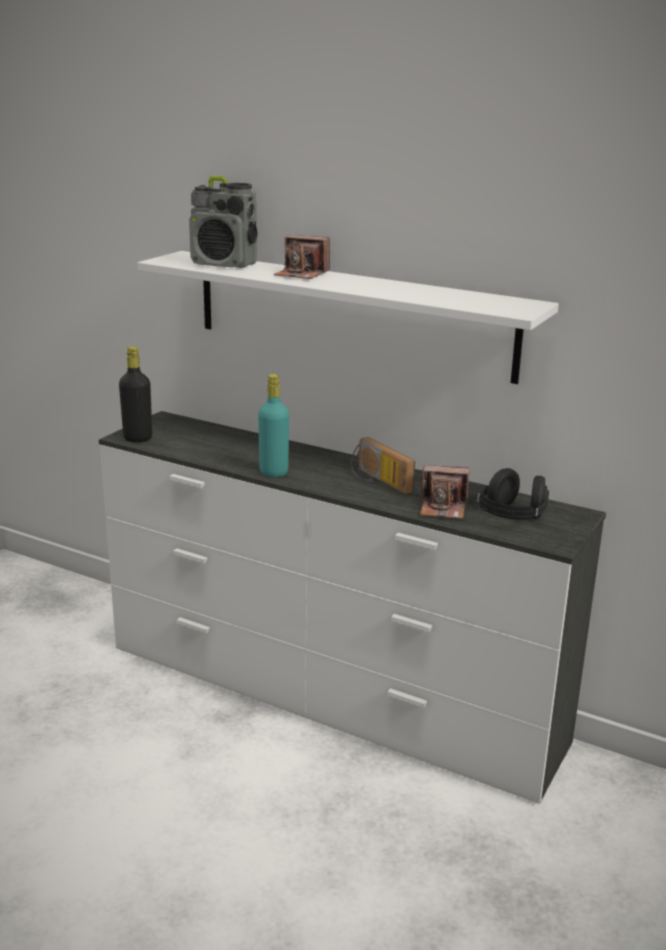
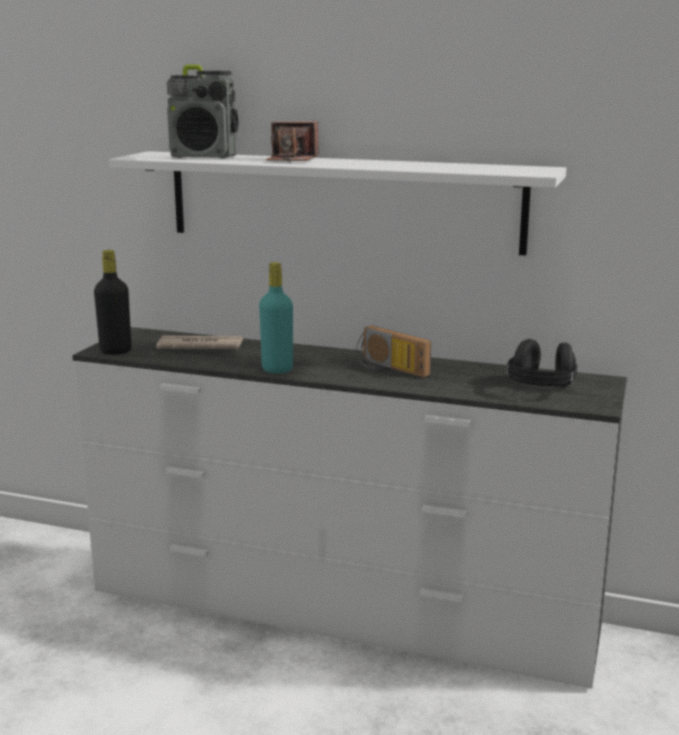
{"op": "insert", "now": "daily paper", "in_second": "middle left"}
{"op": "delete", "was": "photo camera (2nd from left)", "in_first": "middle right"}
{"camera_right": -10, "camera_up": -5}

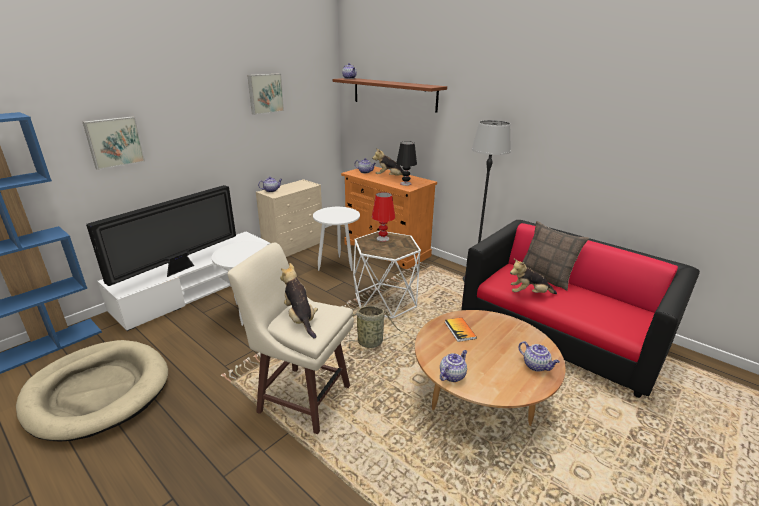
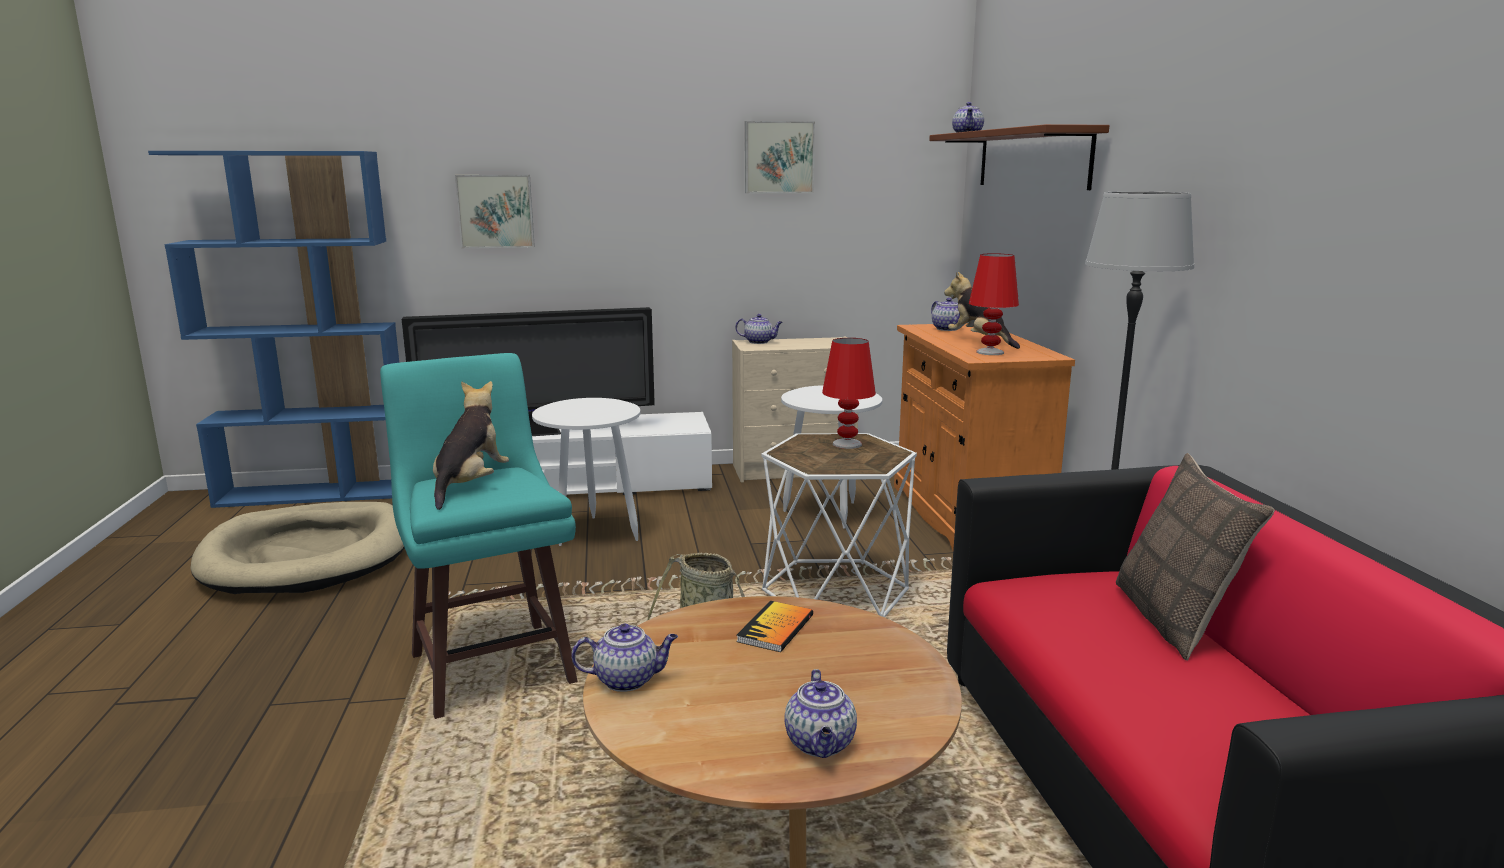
{"op": "recolor", "was": "stool seat (sand-coloured)", "now": "stool seat (blue-green)", "in_first": "bottom centre", "in_second": "middle left"}
{"op": "recolor", "was": "tabletop lamp (blackish)", "now": "tabletop lamp (reddish) (2nd from left)", "in_first": "top centre", "in_second": "centre"}
{"op": "delete", "was": "plush toy (3rd from left)", "in_first": "middle right"}
{"camera_right": 40, "camera_up": -10}

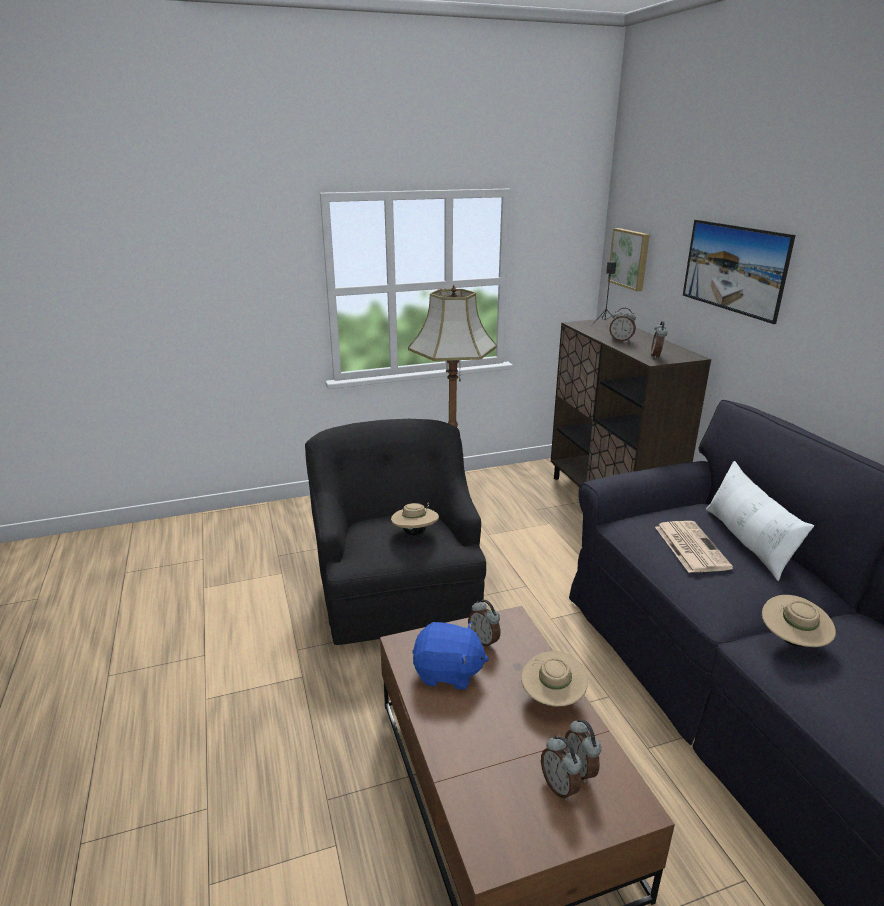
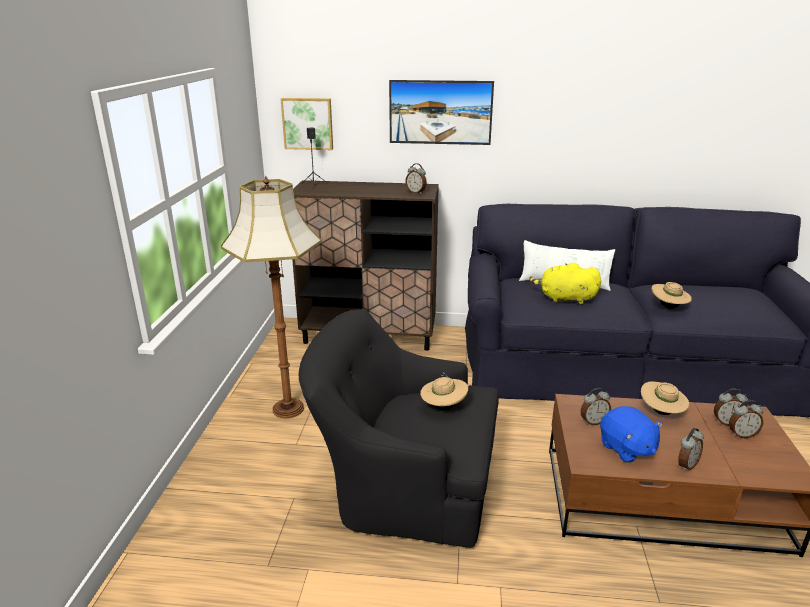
{"op": "replace", "was": "daily paper", "now": "plush toy (yellowish)", "in_first": "middle right", "in_second": "middle right"}
{"op": "rotate", "was": "plush toy (bluish)", "in_first": "bottom centre", "in_second": "bottom right", "clockwise": 120}
{"op": "move", "was": "alarm clock (4th from left in the first image)", "now": "alarm clock (3rd from left)", "in_first": "middle right", "in_second": "bottom right"}
{"camera_right": -65, "camera_up": 0}

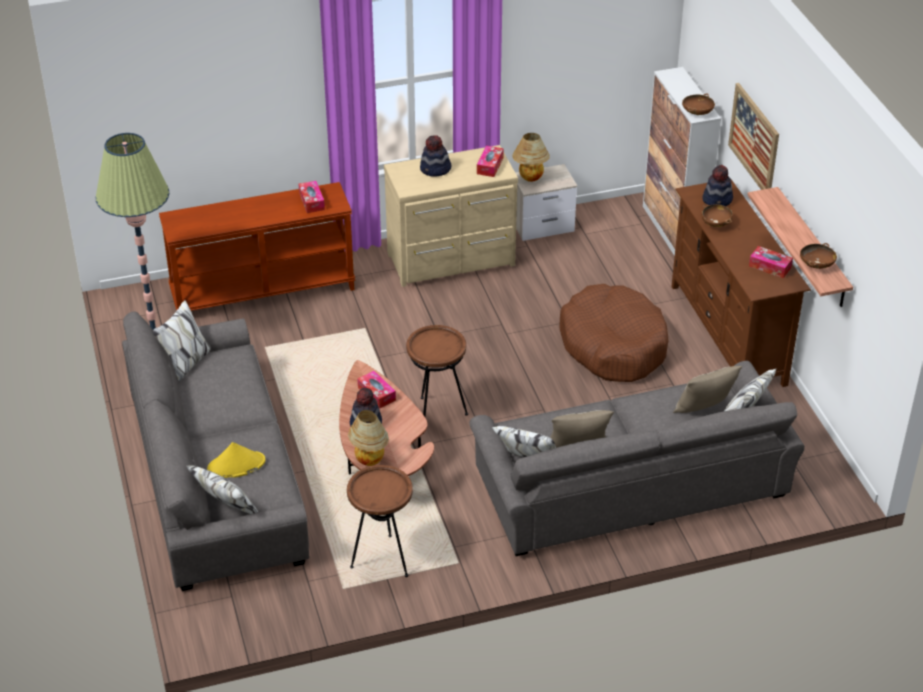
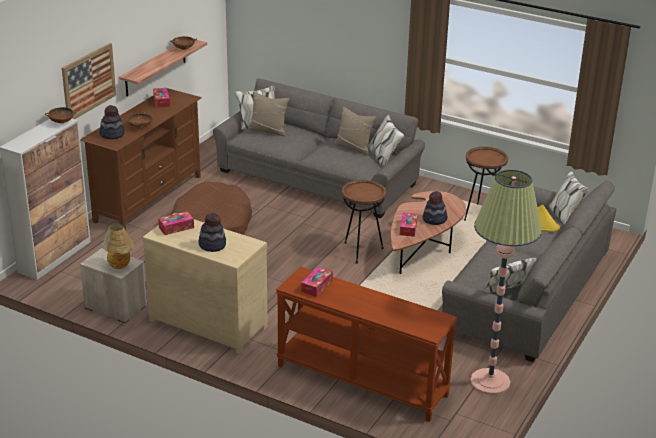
{"op": "delete", "was": "tabletop lamp (1st from left)", "in_first": "centre"}
{"camera_right": -135, "camera_up": -10}

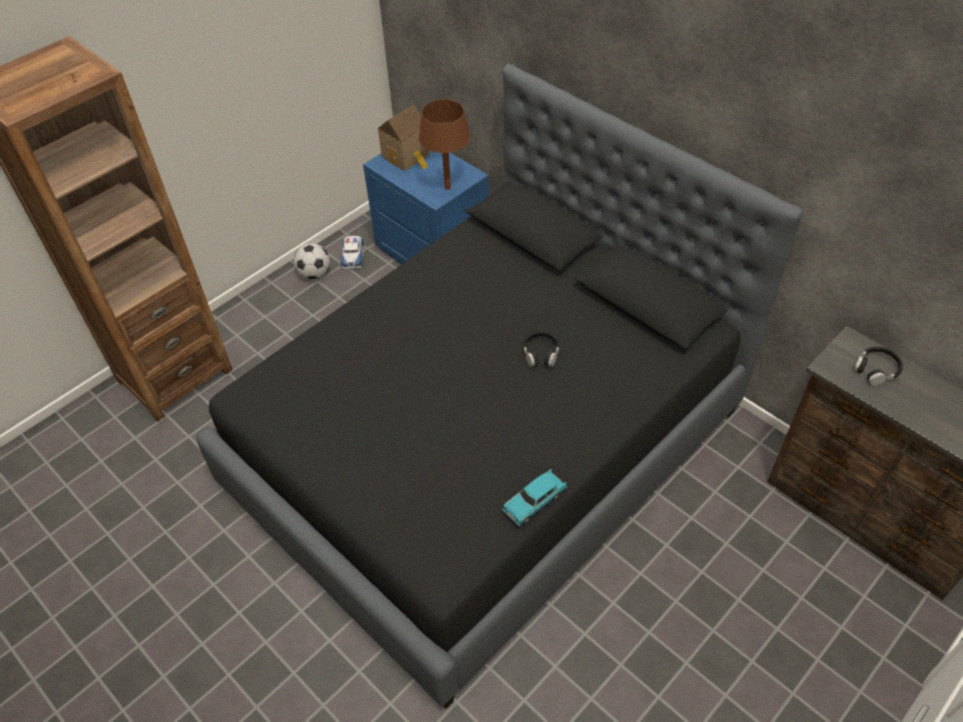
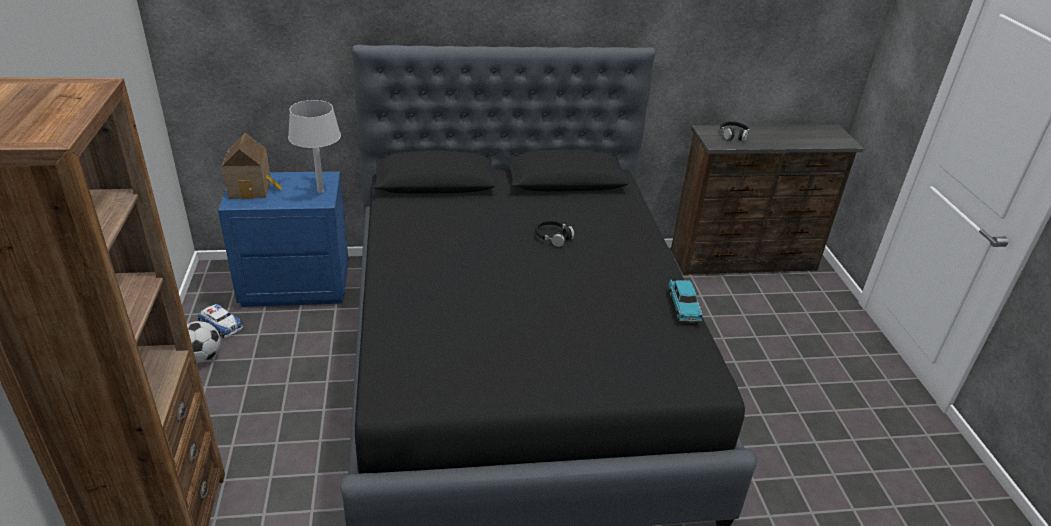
{"op": "recolor", "was": "tabletop lamp (brown)", "now": "tabletop lamp (grey)", "in_first": "top centre", "in_second": "top left"}
{"camera_right": -55, "camera_up": -15}

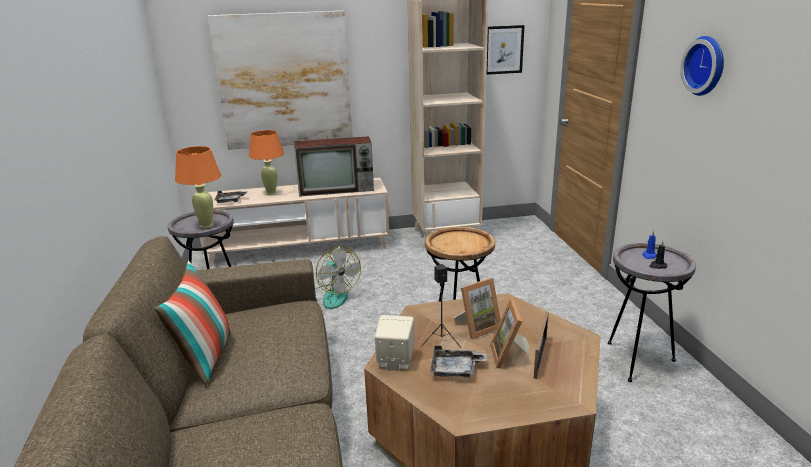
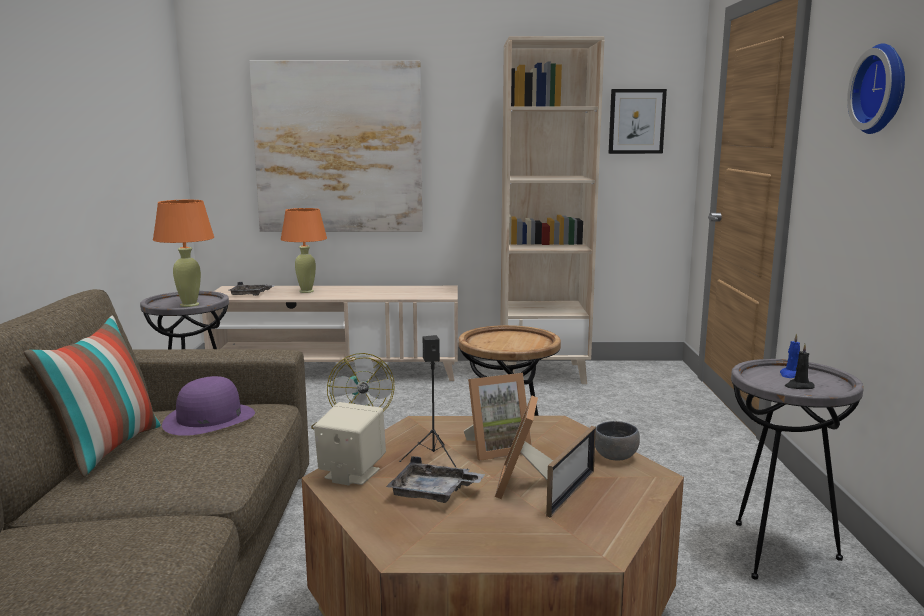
{"op": "insert", "now": "hat (purple-coloured)", "in_second": "middle left"}
{"op": "insert", "now": "serving bowl (grey)", "in_second": "bottom right"}
{"op": "delete", "was": "television", "in_first": "centre"}
{"camera_right": 10, "camera_up": -10}

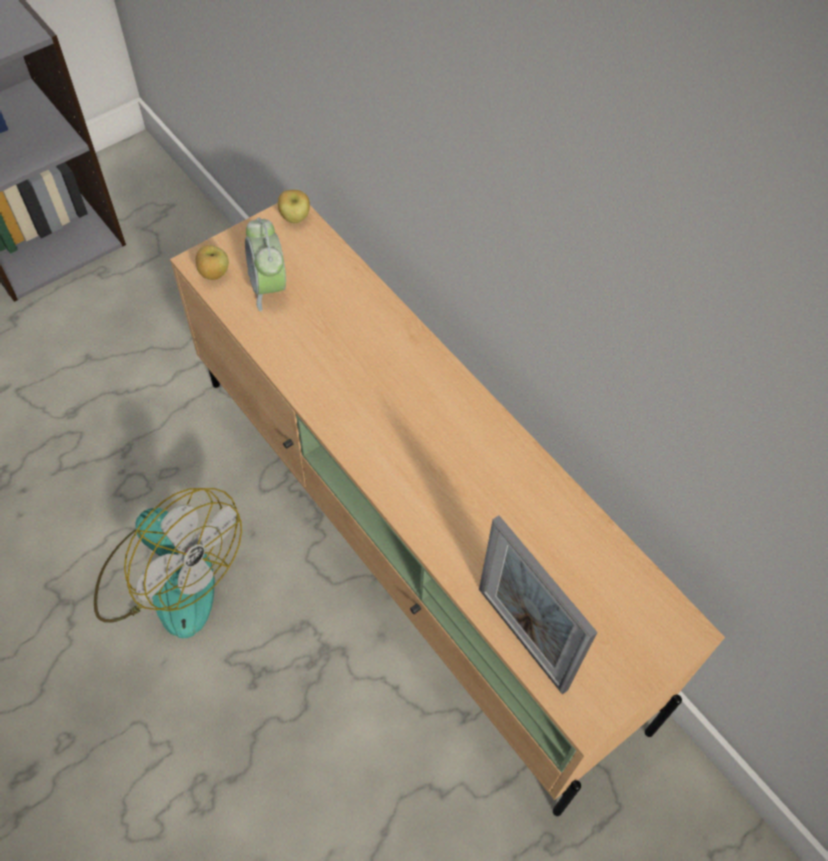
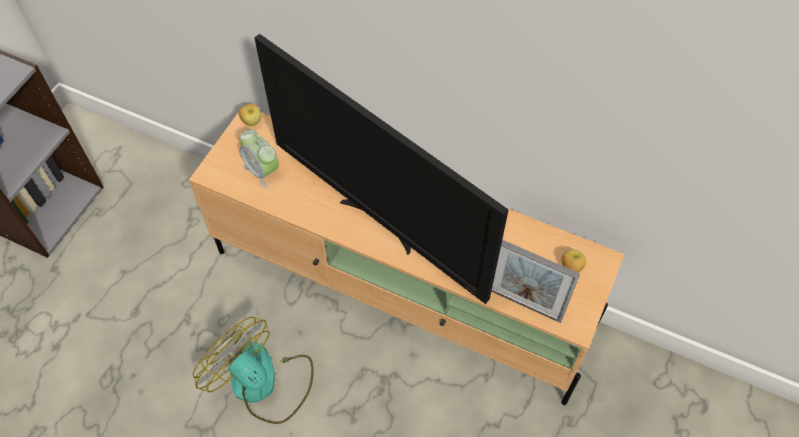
{"op": "rotate", "was": "fan", "in_first": "middle left", "in_second": "bottom left", "clockwise": -150}
{"op": "insert", "now": "television", "in_second": "centre"}
{"op": "move", "was": "apple (1st from left in the first image)", "now": "apple (2nd from left)", "in_first": "top left", "in_second": "middle right"}
{"camera_right": -25, "camera_up": 0}

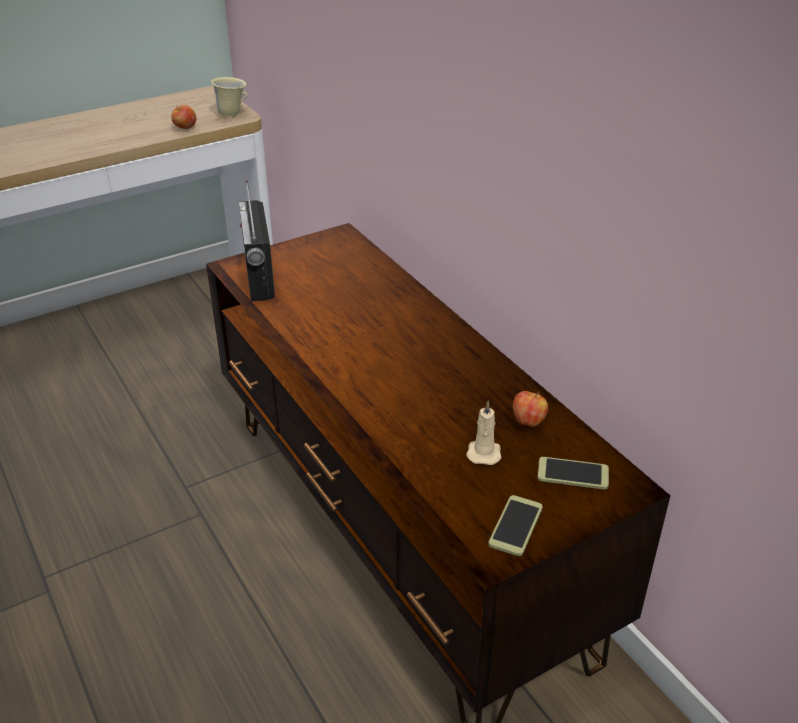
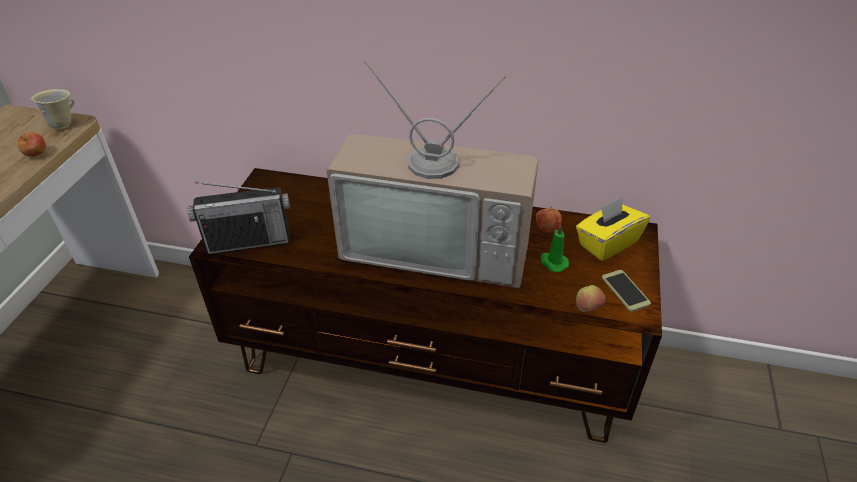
{"op": "rotate", "was": "radio receiver", "in_first": "middle left", "in_second": "middle left", "clockwise": -45}
{"op": "insert", "now": "television", "in_second": "centre"}
{"op": "recolor", "was": "candle (sand-coloured)", "now": "candle (green-coloured)", "in_first": "centre", "in_second": "centre"}
{"op": "replace", "was": "handset (2nd from left)", "now": "box of tissues (yellowish)", "in_first": "middle right", "in_second": "middle right"}
{"op": "insert", "now": "apple (3rd from left)", "in_second": "middle right"}
{"camera_right": -45, "camera_up": 5}

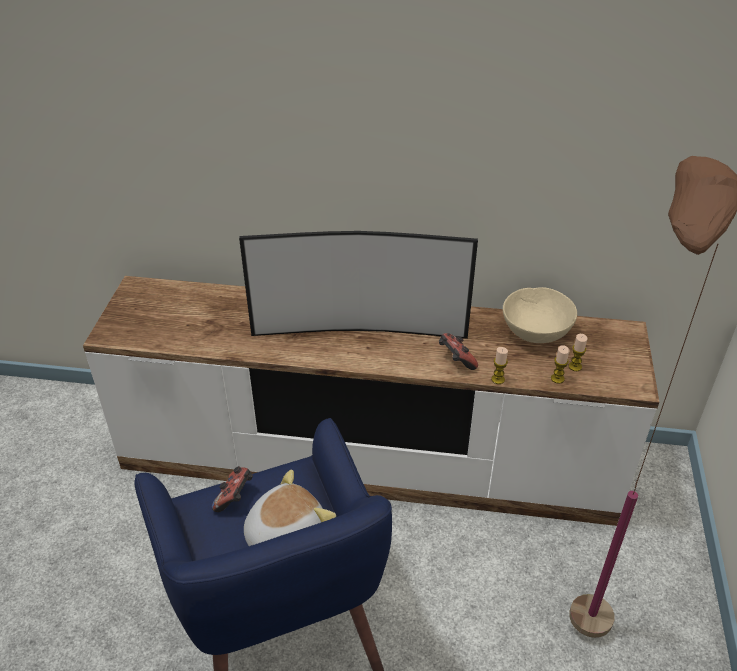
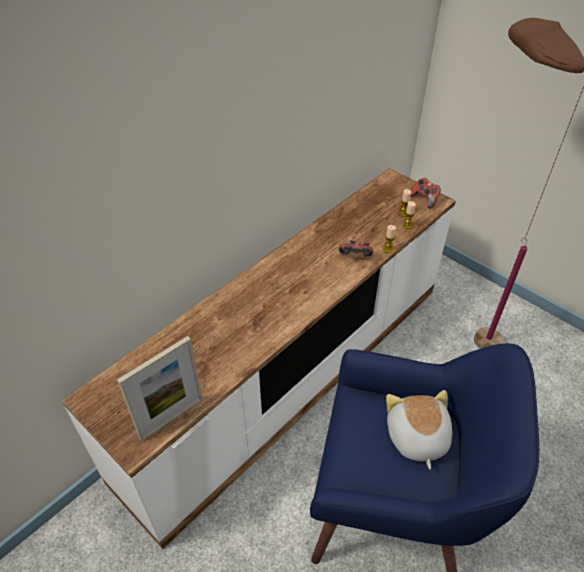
{"op": "insert", "now": "photo frame", "in_second": "bottom left"}
{"op": "move", "was": "game controller (1st from left in the first image)", "now": "game controller (2nd from left)", "in_first": "bottom left", "in_second": "middle right"}
{"op": "delete", "was": "television", "in_first": "centre"}
{"op": "delete", "was": "serving bowl (sand-coloured)", "in_first": "middle right"}
{"camera_right": -55, "camera_up": 5}

